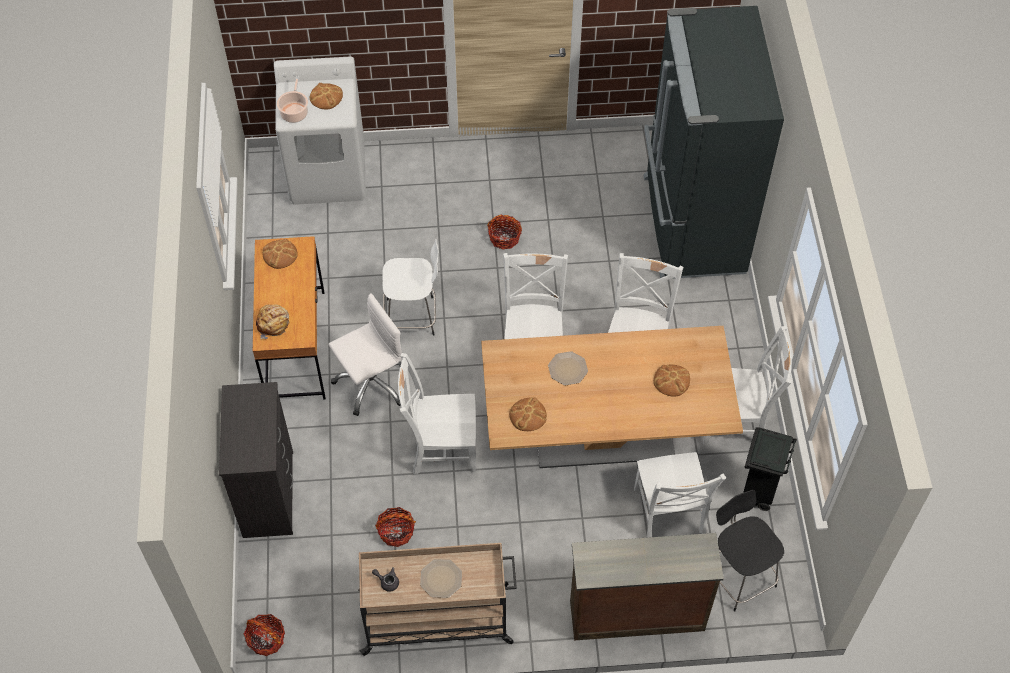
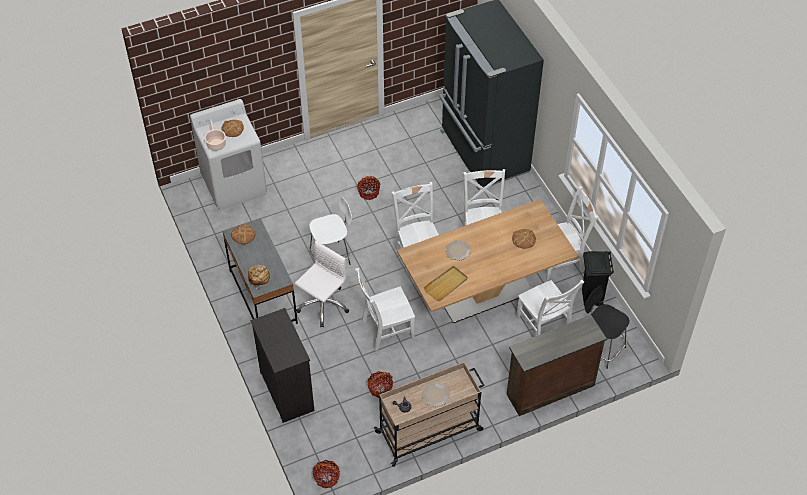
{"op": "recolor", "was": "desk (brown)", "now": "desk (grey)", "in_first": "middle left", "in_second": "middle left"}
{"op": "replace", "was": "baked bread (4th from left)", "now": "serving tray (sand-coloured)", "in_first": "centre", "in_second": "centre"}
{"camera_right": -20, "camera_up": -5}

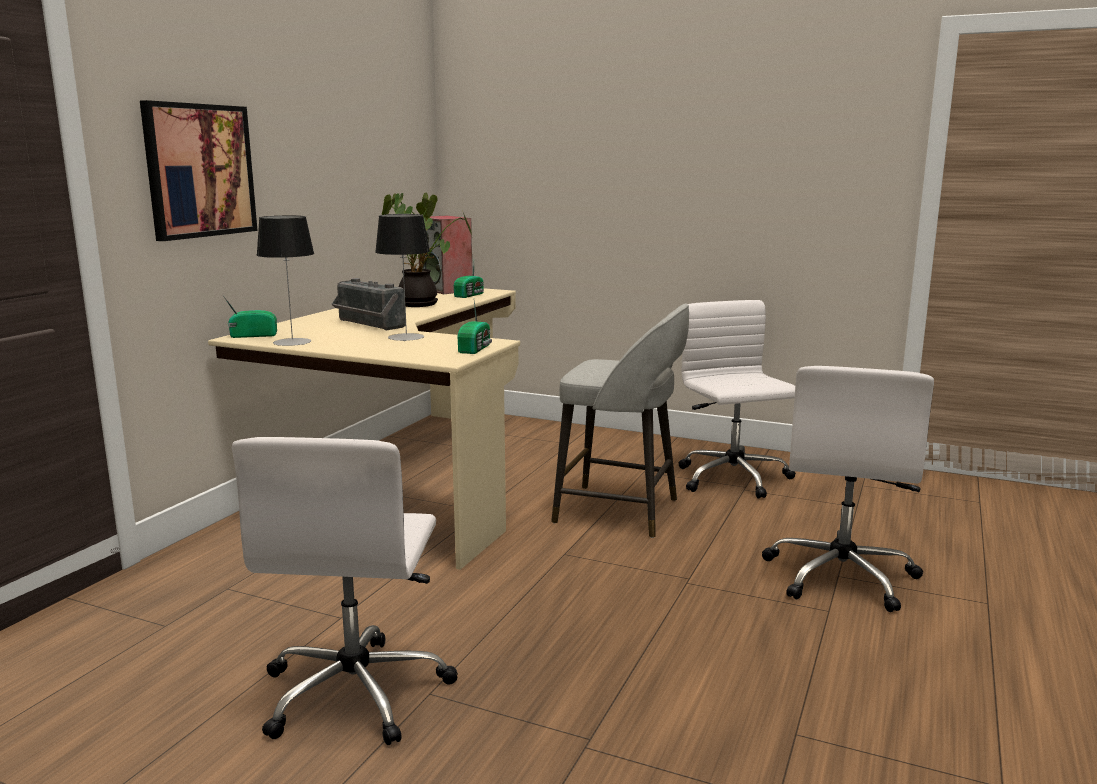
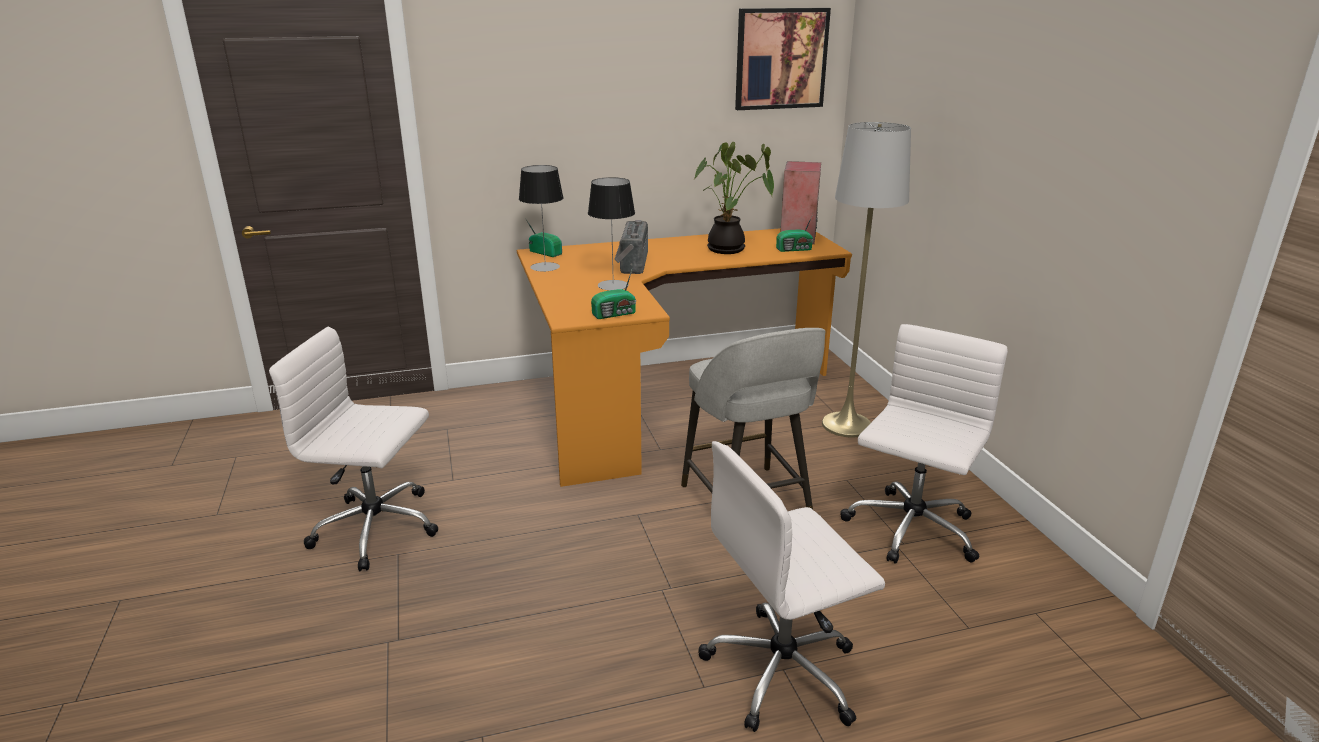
{"op": "rotate", "was": "desk chair (whitish) (1st from left)", "in_first": "bottom left", "in_second": "middle left", "clockwise": 45}
{"op": "recolor", "was": "desk (sand-coloured)", "now": "desk (orange-coloured)", "in_first": "middle left", "in_second": "centre"}
{"op": "move", "was": "picture", "in_first": "top left", "in_second": "top centre"}
{"op": "insert", "now": "floor lamp (grey)", "in_second": "centre"}
{"camera_right": 50, "camera_up": 10}

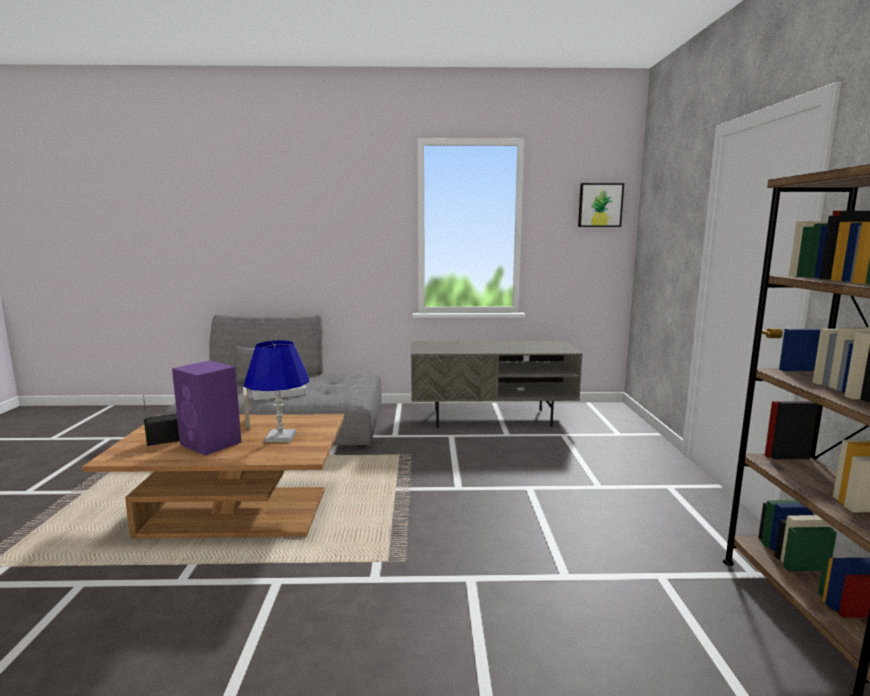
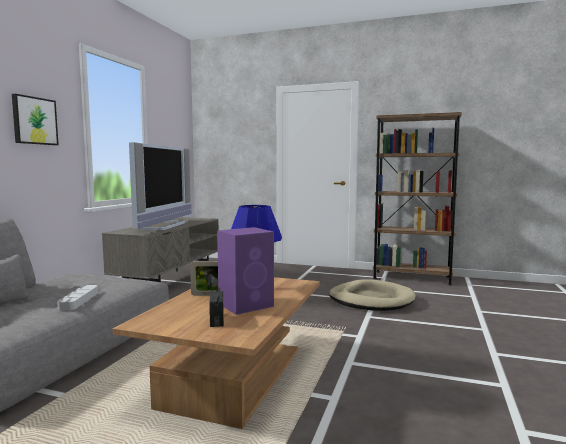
{"op": "move", "was": "picture", "in_first": "top right", "in_second": "top left"}
{"op": "insert", "now": "television", "in_second": "middle left"}
{"op": "insert", "now": "dog bed (sand-coloured)", "in_second": "centre"}
{"camera_right": -70, "camera_up": -5}

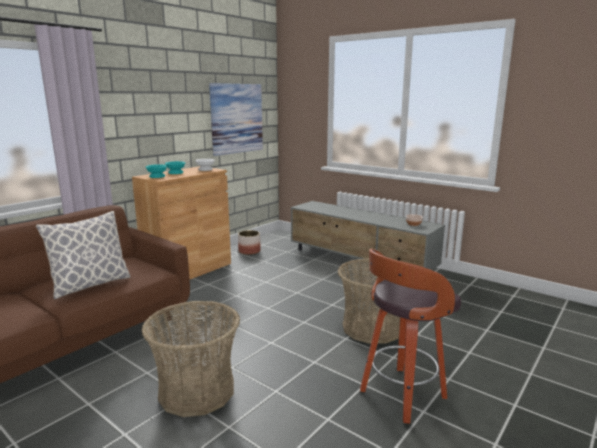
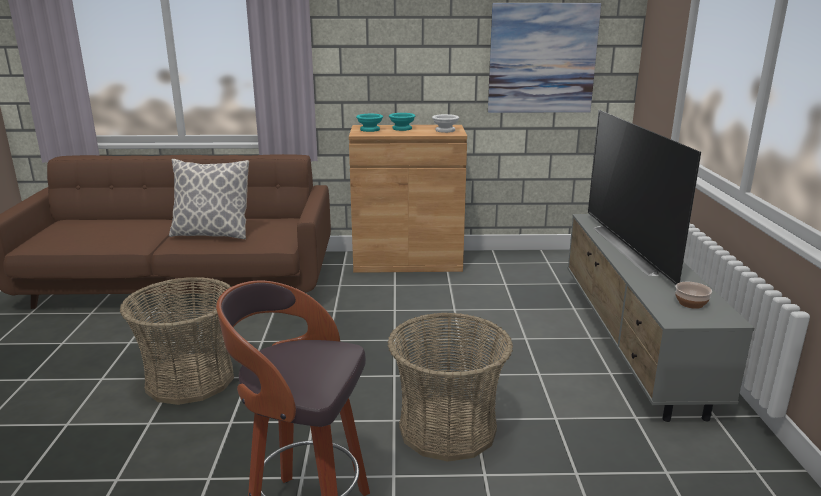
{"op": "insert", "now": "television", "in_second": "middle right"}
{"op": "delete", "was": "plant pot", "in_first": "centre"}
{"camera_right": 50, "camera_up": 5}

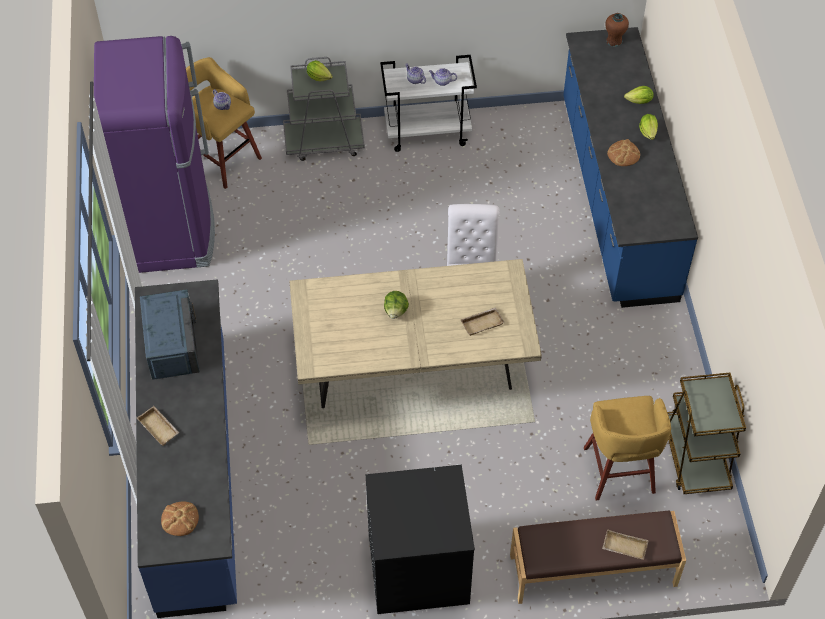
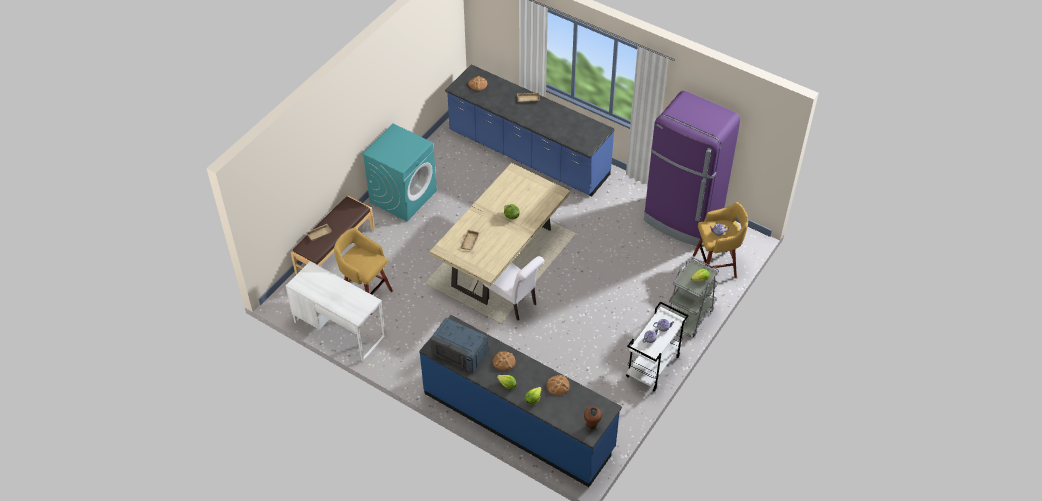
{"op": "replace", "was": "wheeled cart (brown)", "now": "desk (whitish)", "in_first": "bottom right", "in_second": "middle left"}
{"op": "recolor", "was": "washing machine (blackish)", "now": "washing machine (blue-green)", "in_first": "bottom centre", "in_second": "centre"}
{"op": "move", "was": "microwave oven (bluish)", "in_first": "middle left", "in_second": "bottom centre"}
{"op": "insert", "now": "baked bread (3rd from left)", "in_second": "bottom centre"}
{"camera_right": 130, "camera_up": -5}

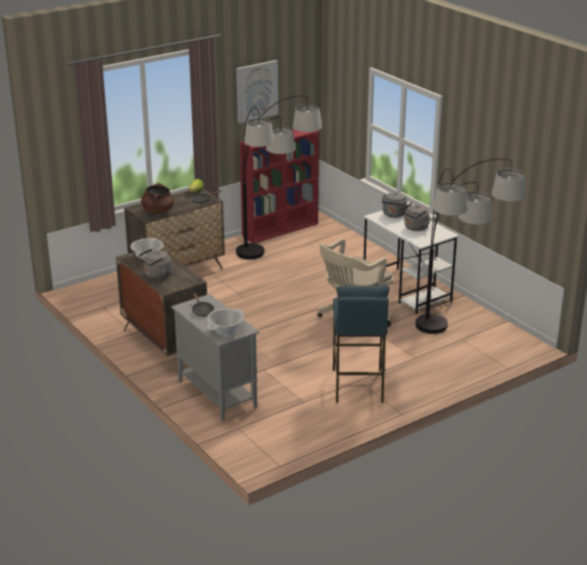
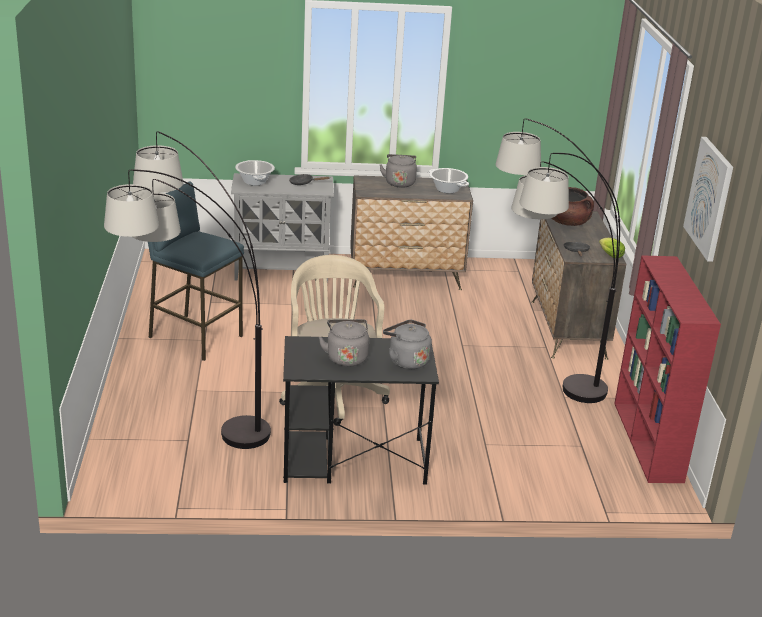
{"op": "recolor", "was": "desk (whitish)", "now": "desk (blackish)", "in_first": "middle right", "in_second": "centre"}
{"camera_right": 120, "camera_up": 0}

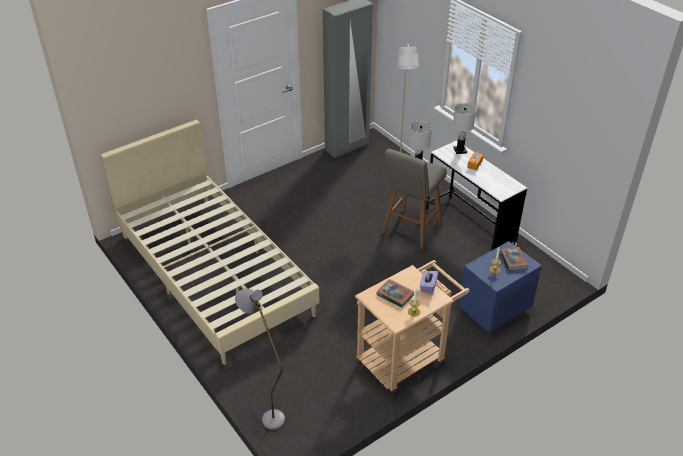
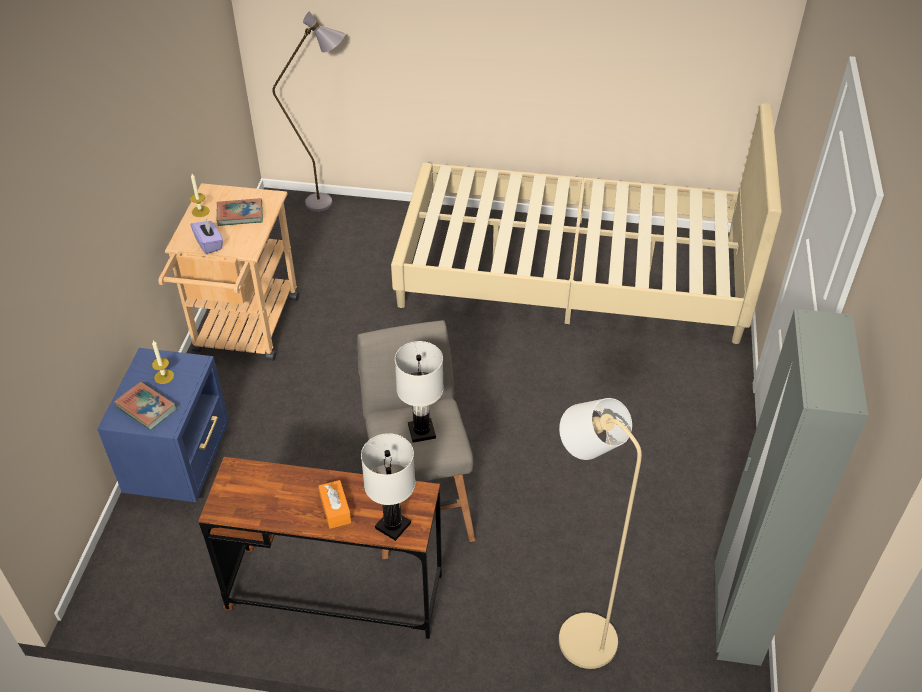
{"op": "recolor", "was": "desk (whitish)", "now": "desk (brown)", "in_first": "middle right", "in_second": "bottom centre"}
{"camera_right": 135, "camera_up": 5}

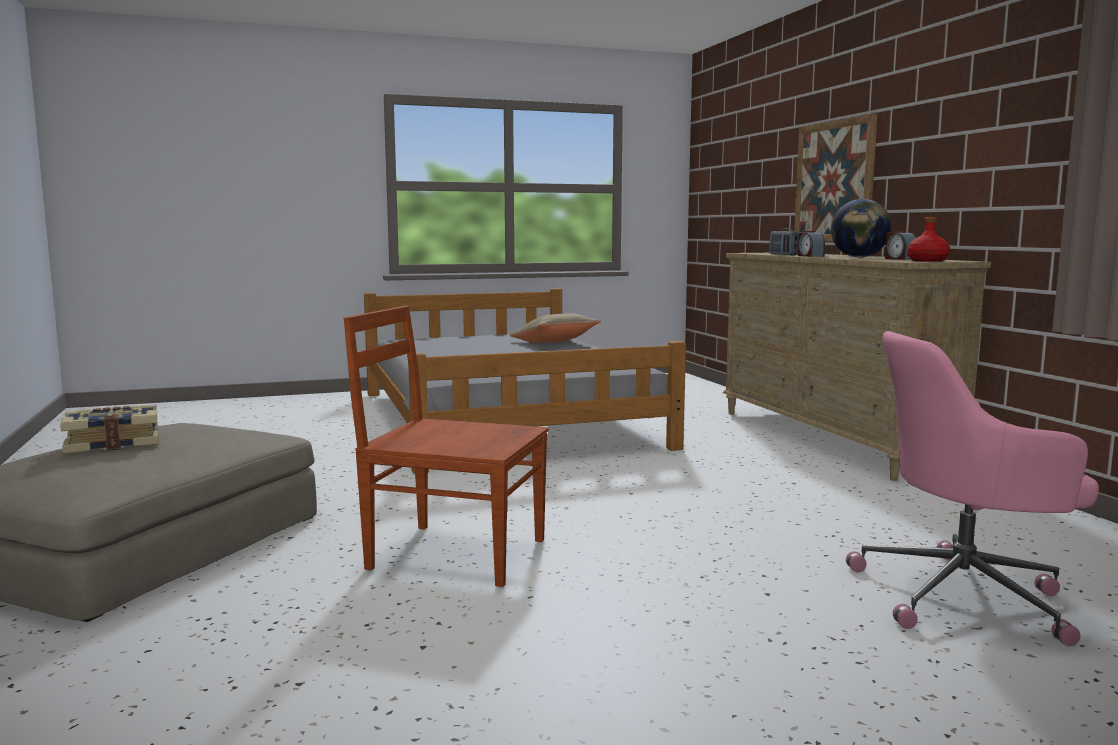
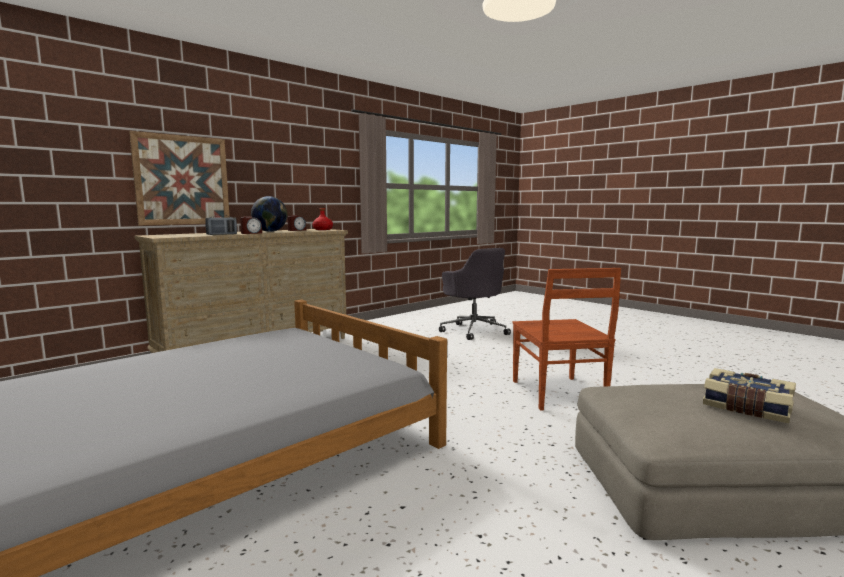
{"op": "recolor", "was": "desk chair (pink-coloured)", "now": "desk chair (grey)", "in_first": "middle right", "in_second": "centre"}
{"op": "delete", "was": "pillow (sand-coloured)", "in_first": "centre"}
{"camera_right": -115, "camera_up": 0}

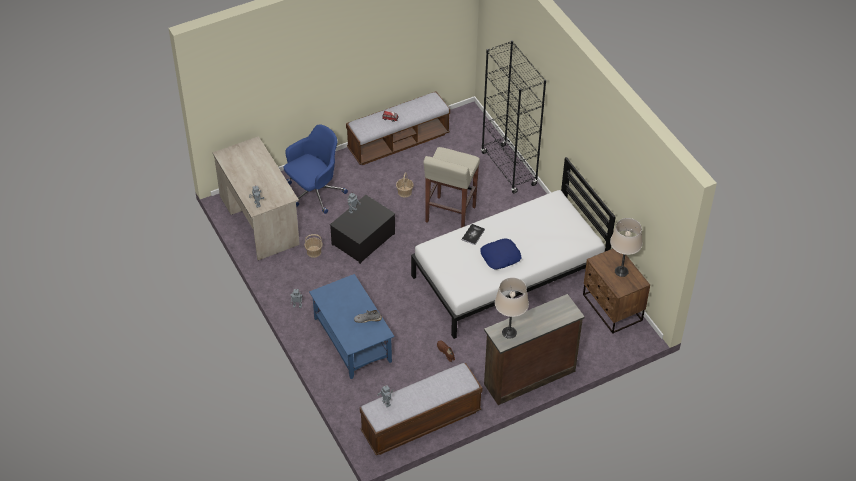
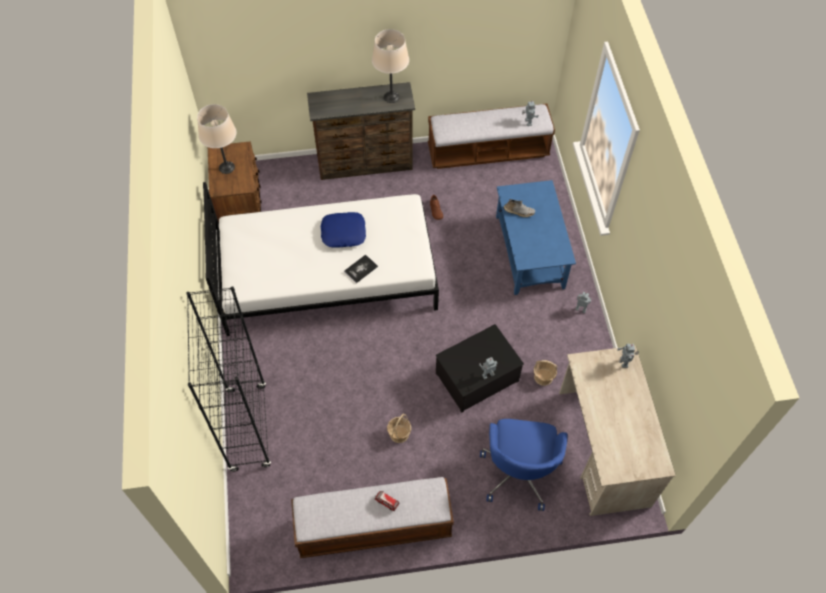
{"op": "rotate", "was": "desk chair (bluish)", "in_first": "centre", "in_second": "bottom centre", "clockwise": -60}
{"op": "delete", "was": "stool seat (sand-coloured)", "in_first": "centre"}
{"camera_right": -160, "camera_up": 10}

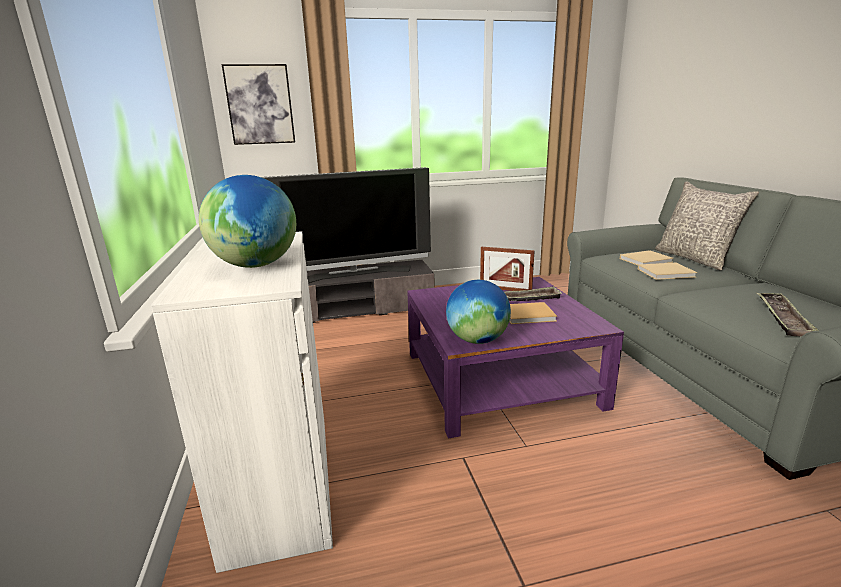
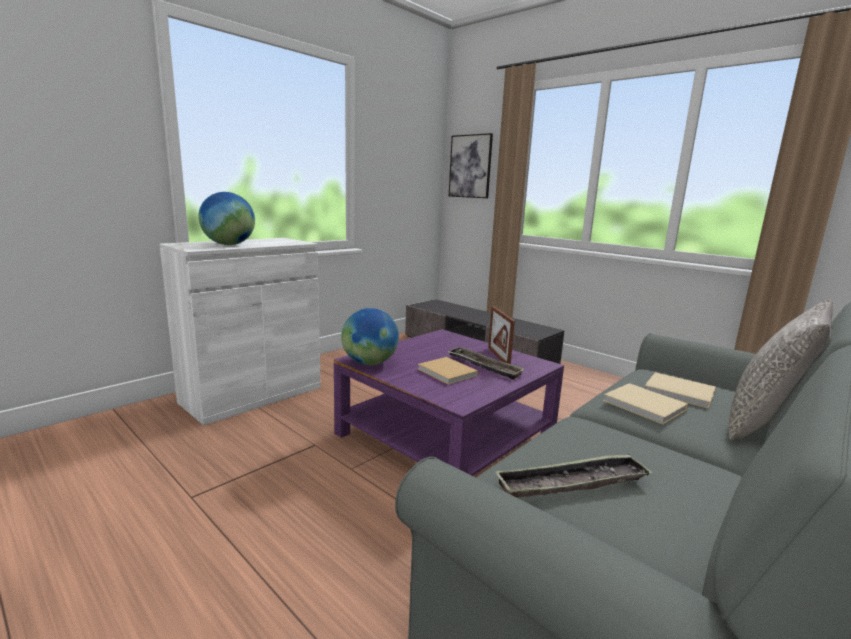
{"op": "delete", "was": "television", "in_first": "centre"}
{"camera_right": 55, "camera_up": -5}

